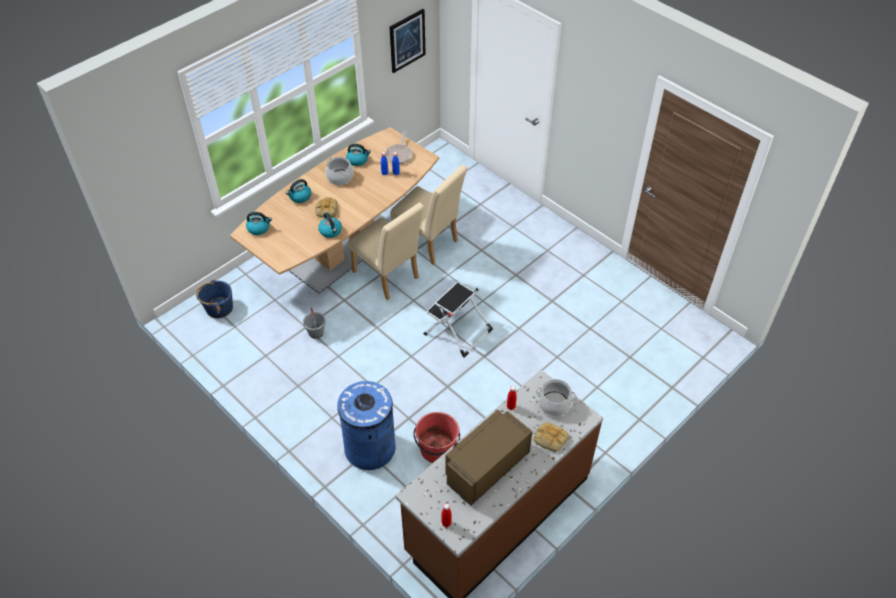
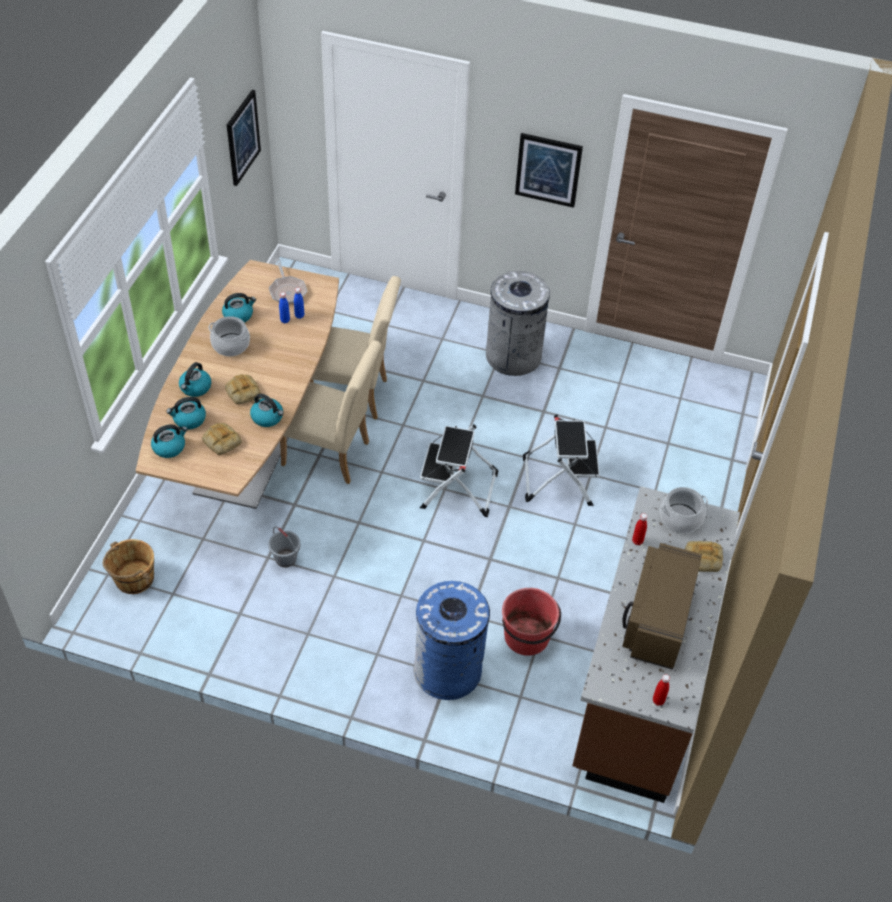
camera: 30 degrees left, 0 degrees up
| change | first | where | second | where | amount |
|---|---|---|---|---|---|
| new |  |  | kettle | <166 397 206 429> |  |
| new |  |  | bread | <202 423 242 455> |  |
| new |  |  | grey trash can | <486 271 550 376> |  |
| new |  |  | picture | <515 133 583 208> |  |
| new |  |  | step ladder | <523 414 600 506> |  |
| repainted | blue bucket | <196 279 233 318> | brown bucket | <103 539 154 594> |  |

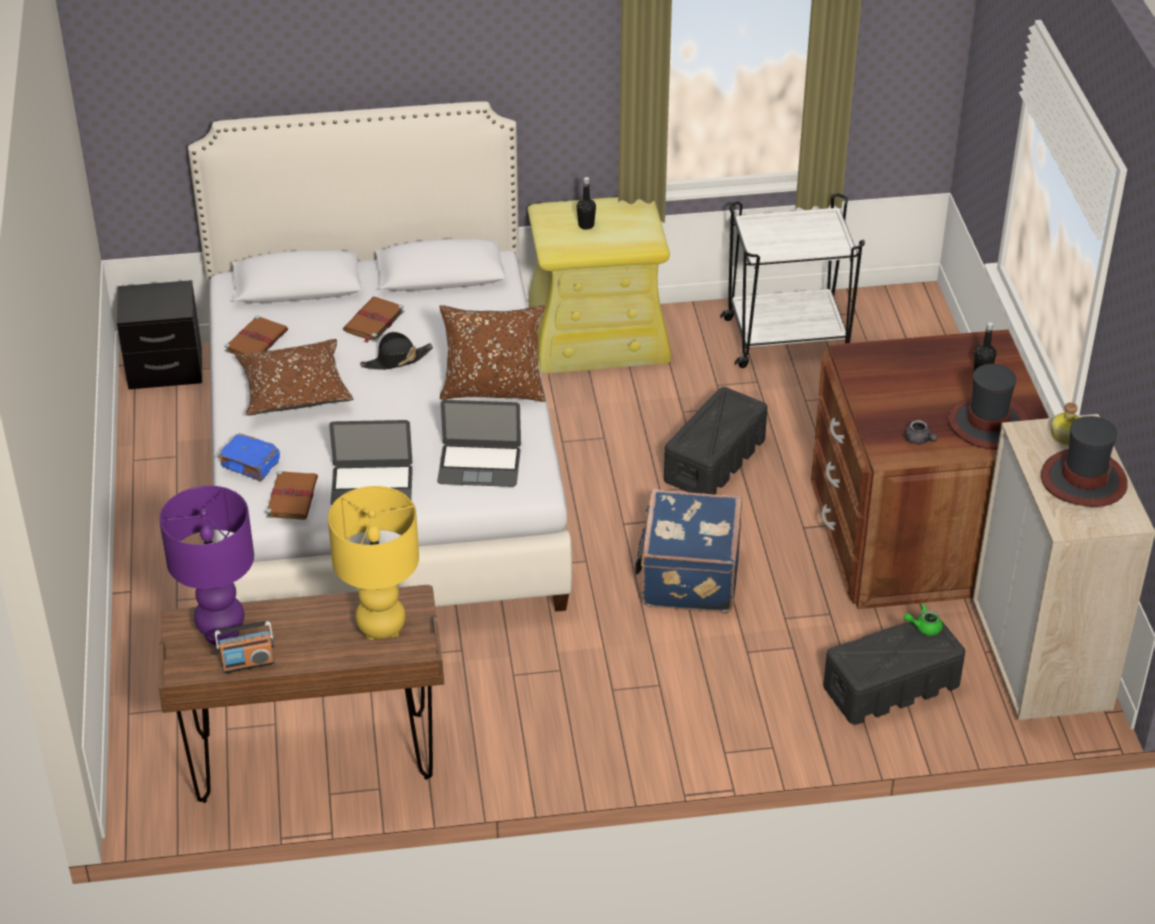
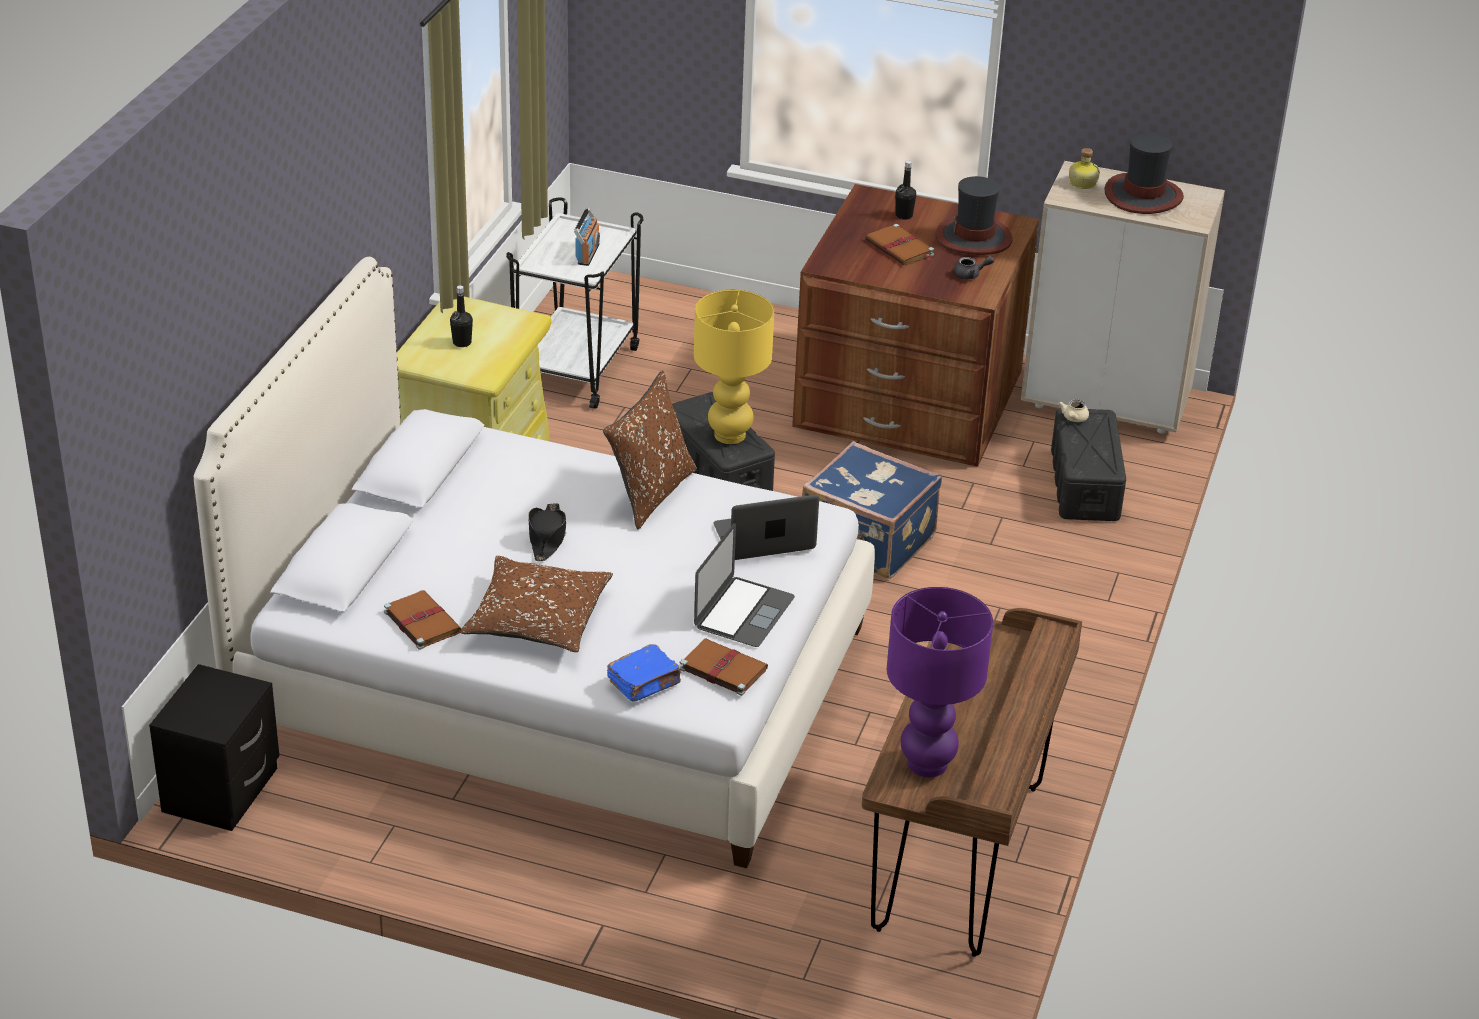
camera: 65 degrees left, 5 degrees down
| change | first | where | second | where | amount |
|---|---|---|---|---|---|
| shifted | radio | <215 621 275 673> |  | <574 208 600 266> |  |
| shifted | yellow table lamp | <328 486 419 640> |  | <694 289 774 444> |  |
| shifted | brown book | <343 297 404 343> |  | <865 224 934 265> |  |
| repainted | green teapot | <903 604 943 636> | beige teapot | <1059 399 1089 422> |  |
| rotated | laptop | <437 400 521 487> |  | <713 495 819 560> | 135 degrees counterclockwise |

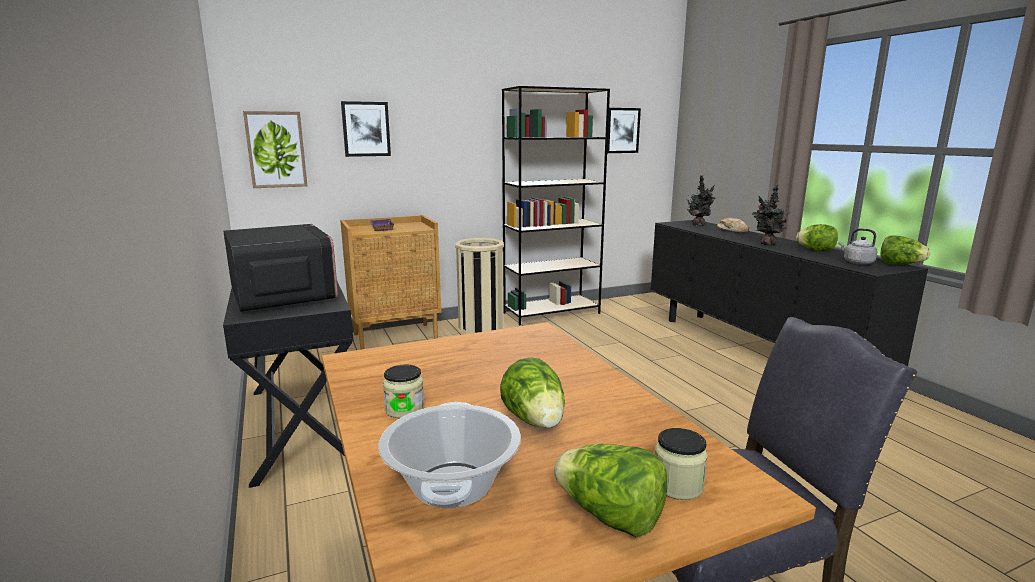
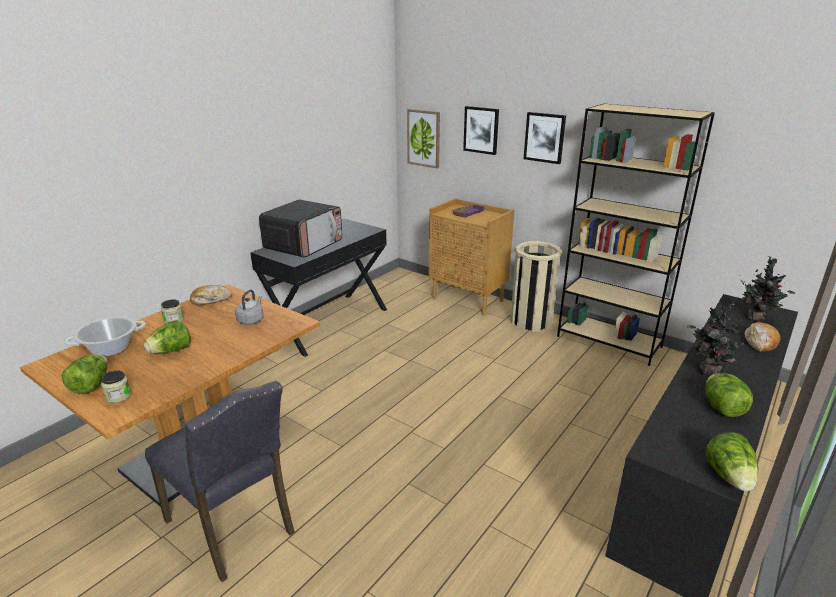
camera: 60 degrees right, 10 degrees up
| change | first | where | second | where | amount |
|---|---|---|---|---|---|
| new |  |  | bread | <190 285 232 305> |  |
| shifted | picture | <607 108 641 153> |  | <524 112 566 164> |  |
| shifted | grey kettle | <839 228 878 265> |  | <235 290 263 325> |  |

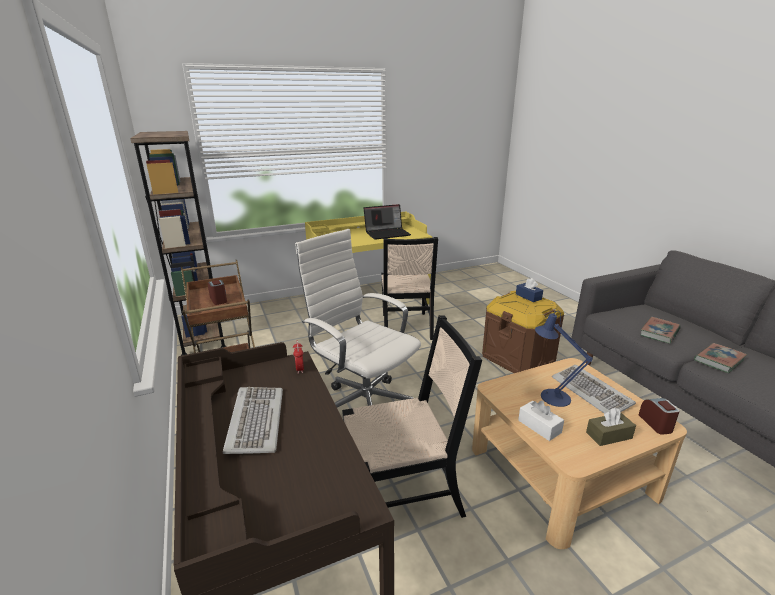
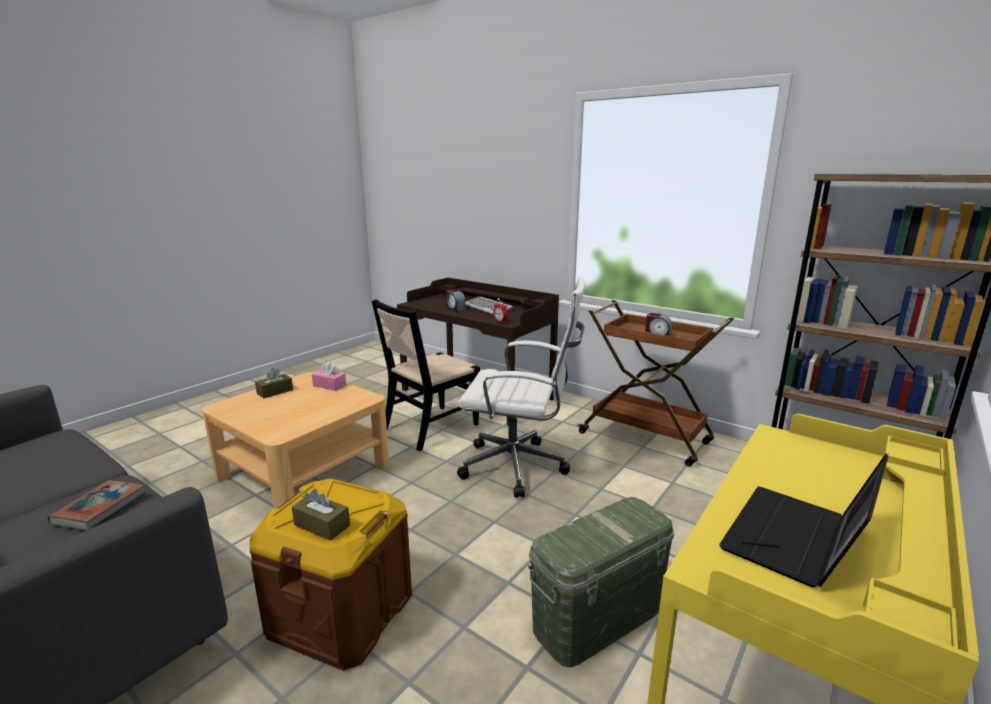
camera: 150 degrees right, 5 degrees down
| change | first | where | second | where | amount |
|---|---|---|---|---|---|
| gone | blue table lamp | <535 311 593 407> |  |  |  |
| gone | keyboard | <552 365 636 413> |  |  |  |
| gone | book | <694 343 747 373> |  |  |  |
| shifted | alarm clock | <639 398 680 435> |  | <446 289 465 311> |  |
| swapped | chair | <381 237 438 340> | green storage box | <528 497 674 668> |  |
| repainted | blue tissue box | <516 278 543 302> | brown tissue box | <292 489 350 541> |  |
| repainted | white tissue box | <518 400 564 441> | pink tissue box | <312 362 346 391> |  |

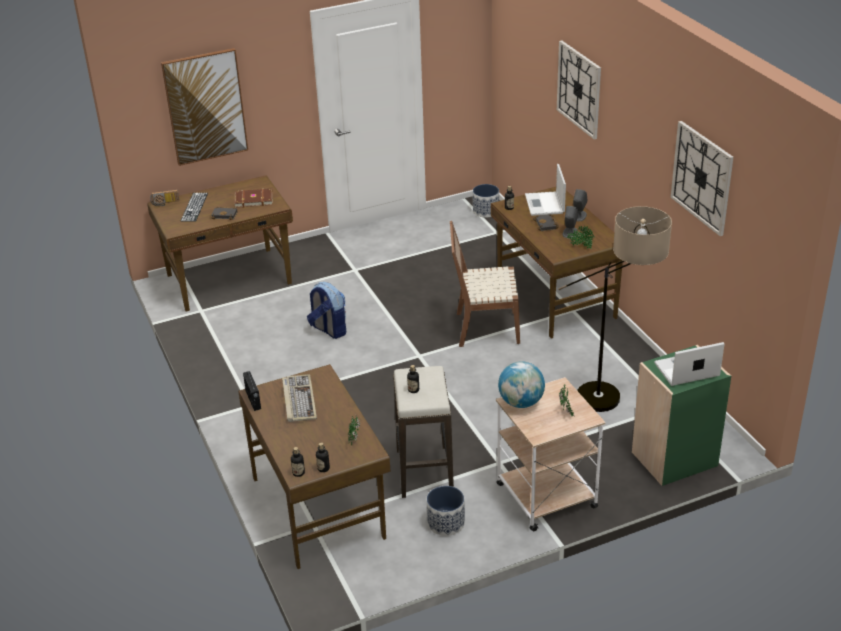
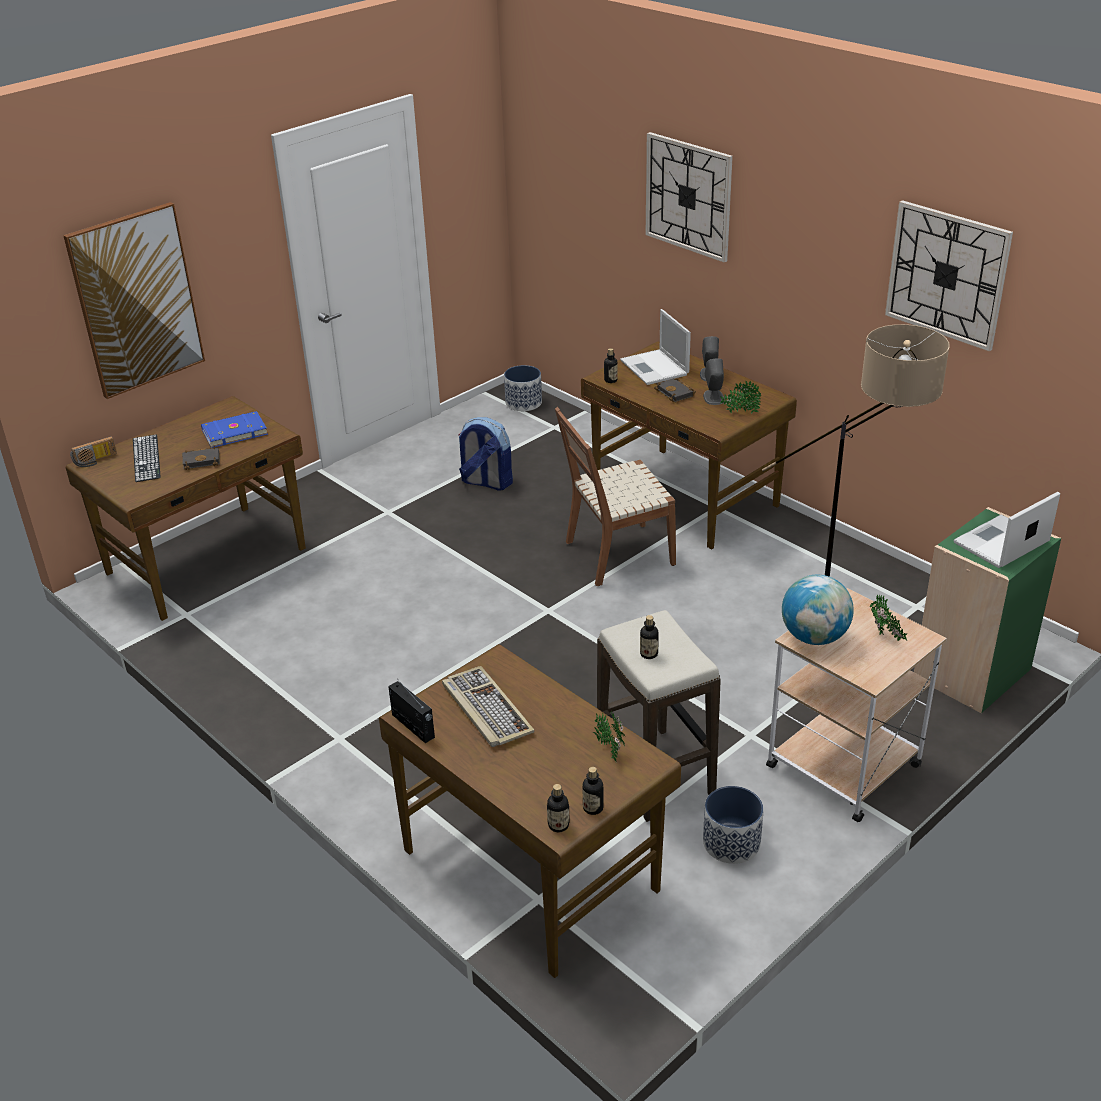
camera: 20 degrees left, 0 degrees up
| change | first | where | second | where | amount |
|---|---|---|---|---|---|
| shifted | backpack | <307 282 346 339> |  | <458 417 513 491> |  |
| repainted | brown book | <234 188 273 208> | blue book | <201 411 268 448> |  |

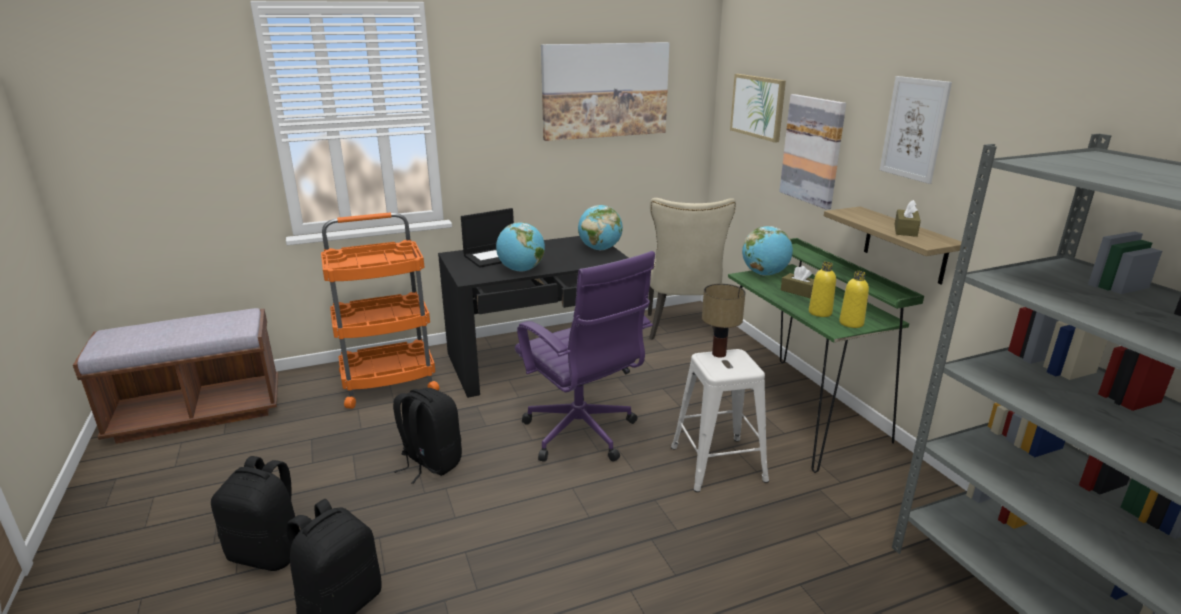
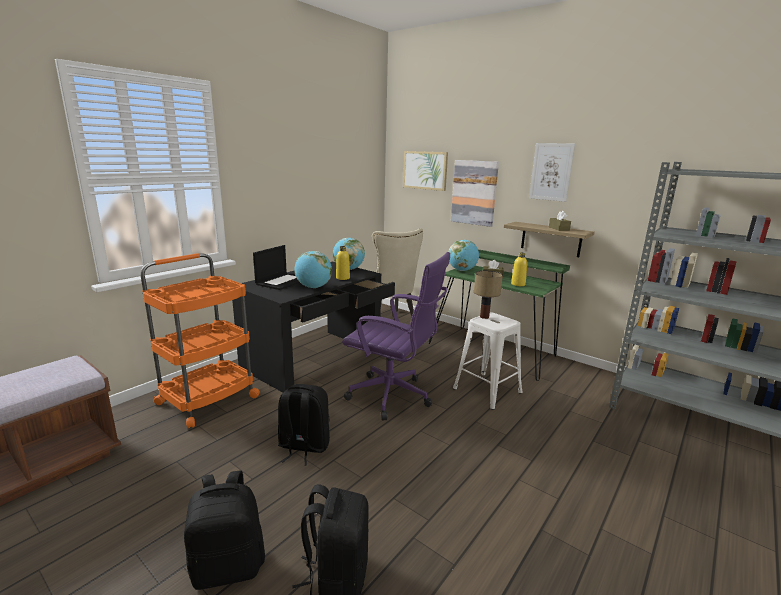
camera: 30 degrees left, 5 degrees down
| change | first | where | second | where | amount |
|---|---|---|---|---|---|
| gone | picture | <541 42 670 141> |  |  |  |
| shifted | yellow bottle | <839 271 869 328> |  | <336 246 350 280> |  |

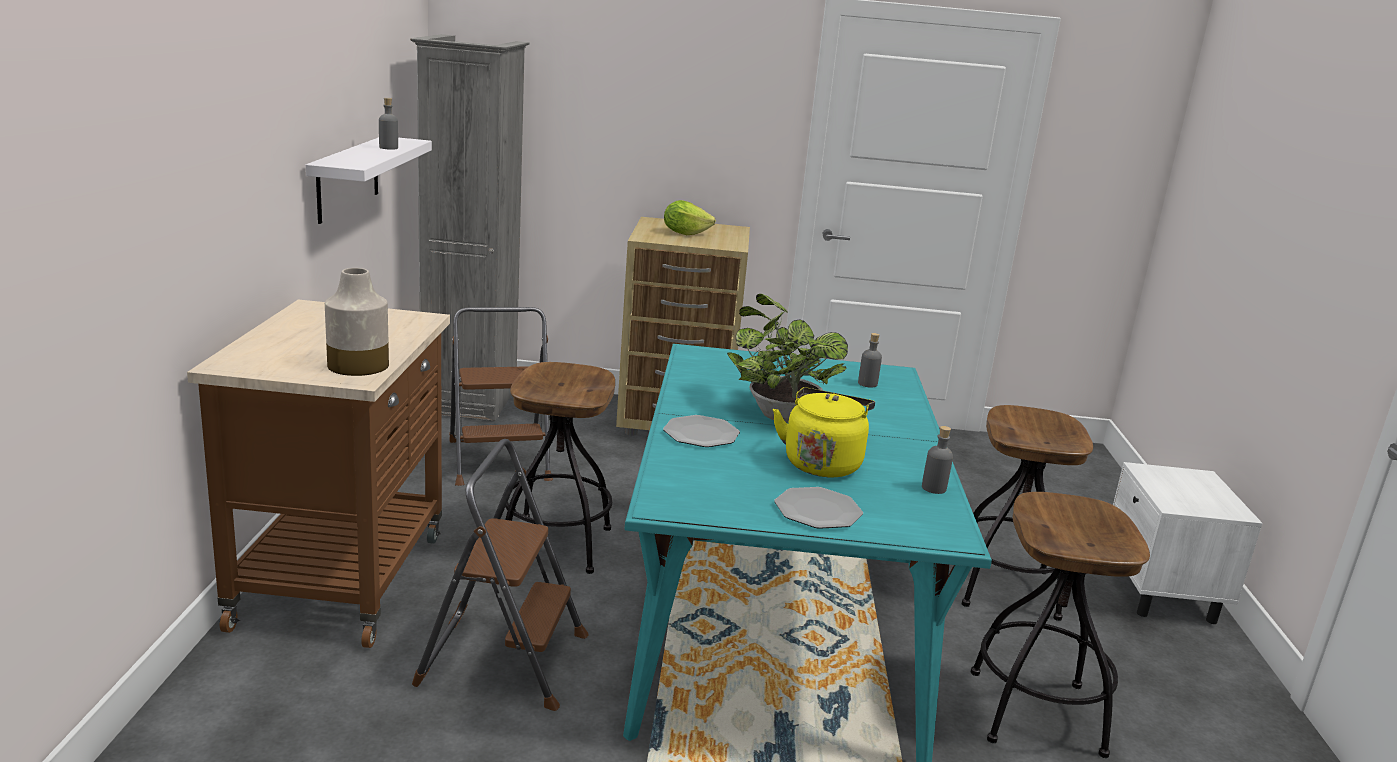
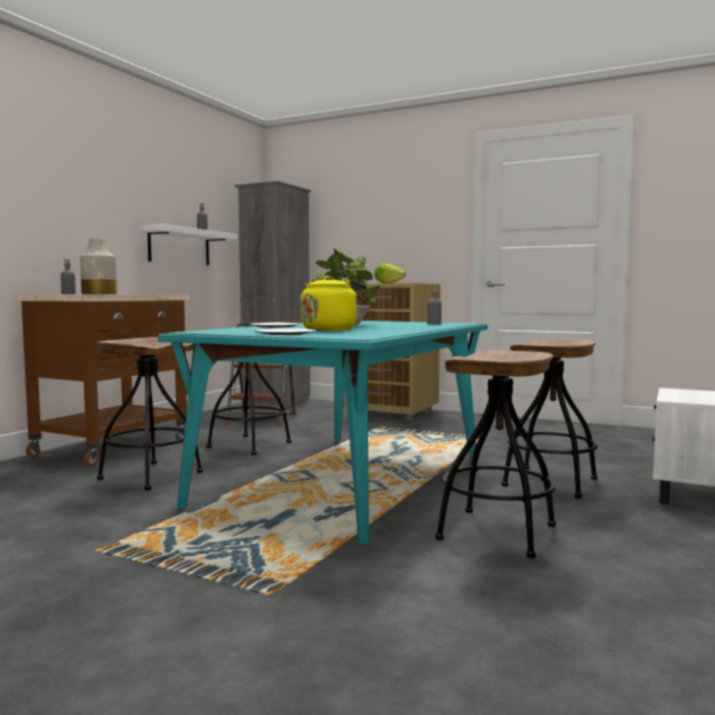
camera: 25 degrees right, 15 degrees down
| change | first | where | second | where | amount |
|---|---|---|---|---|---|
| shifted | grey bottle | <922 426 953 494> |  | <61 259 76 294> |  |
| swapped | brown step ladder | <412 439 589 711> | brown stool | <97 337 203 491> |  |

